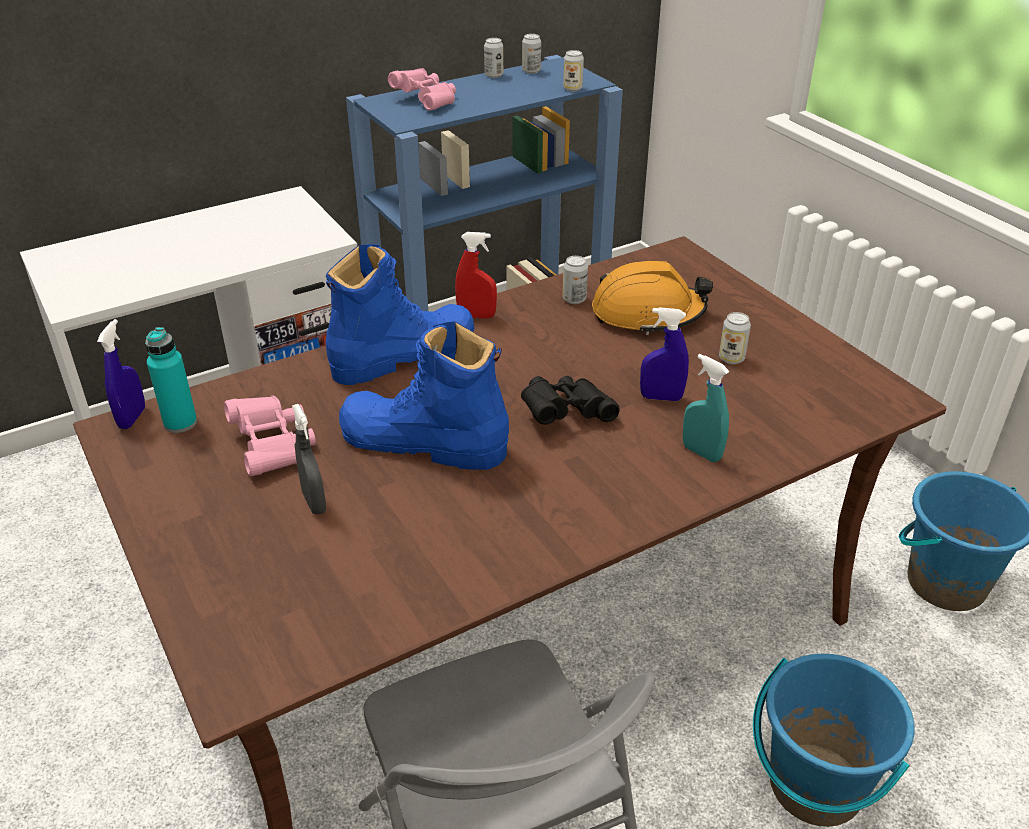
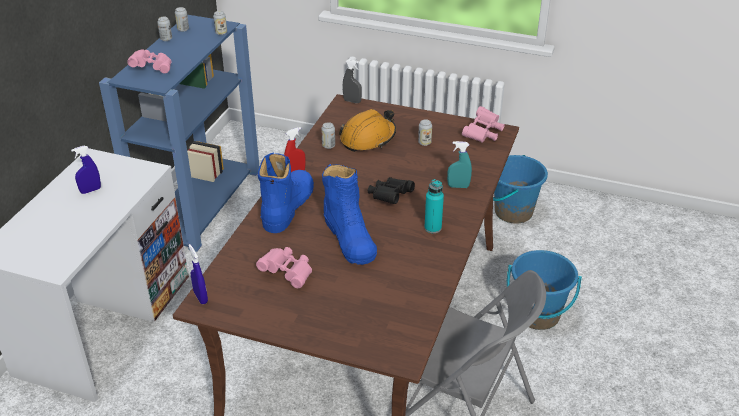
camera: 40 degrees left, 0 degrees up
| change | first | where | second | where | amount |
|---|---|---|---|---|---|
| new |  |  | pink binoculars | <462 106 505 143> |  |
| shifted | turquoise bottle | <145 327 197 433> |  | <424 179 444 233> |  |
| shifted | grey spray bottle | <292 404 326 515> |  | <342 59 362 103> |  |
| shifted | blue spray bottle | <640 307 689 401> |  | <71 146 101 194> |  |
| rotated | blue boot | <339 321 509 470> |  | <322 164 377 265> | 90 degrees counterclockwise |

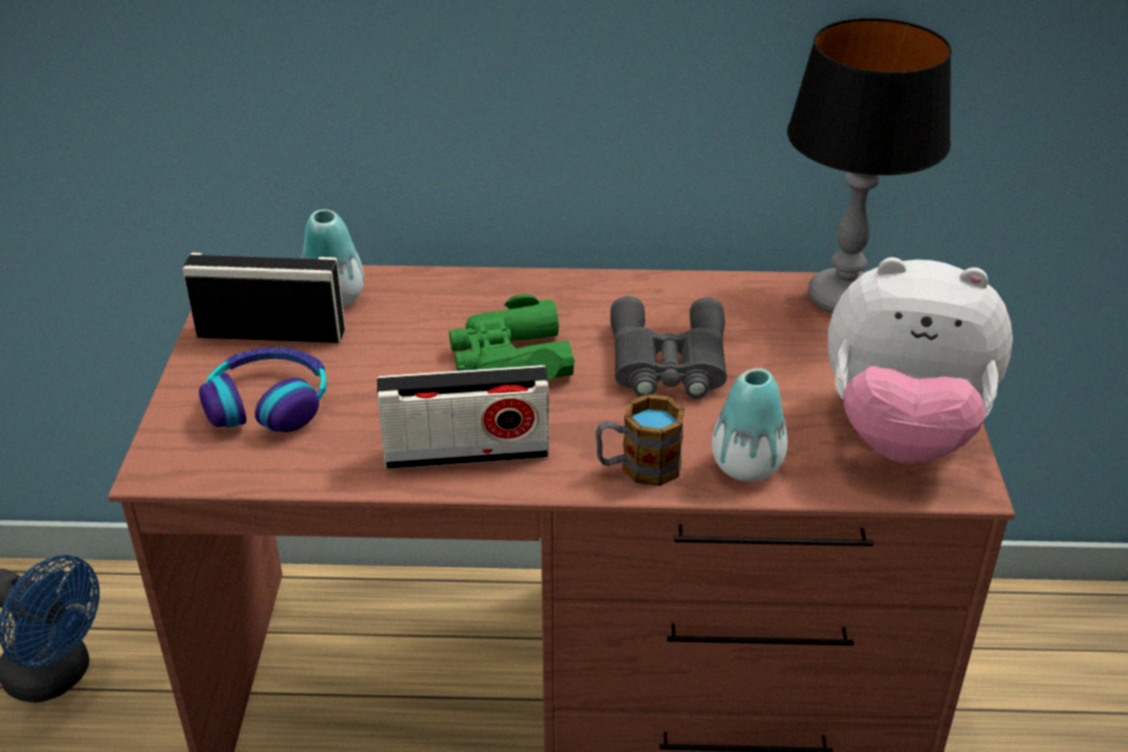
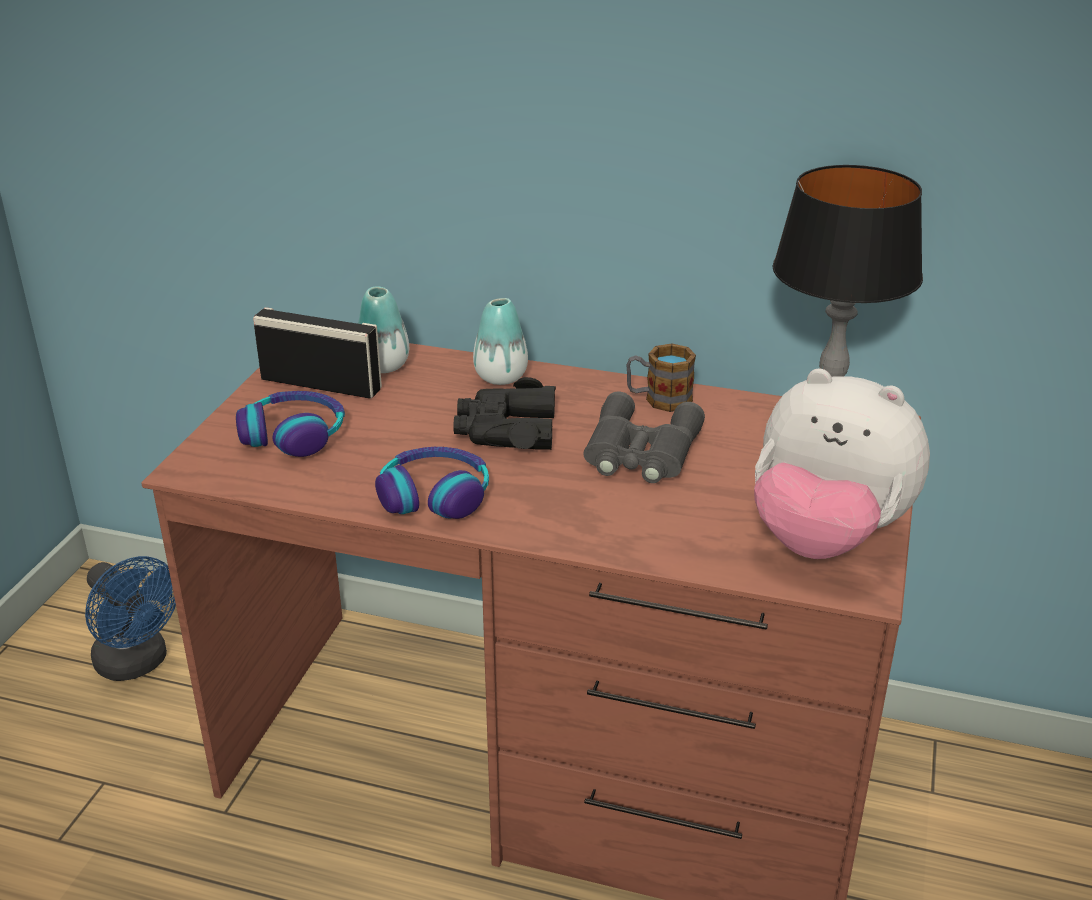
camera: 15 degrees right, 5 degrees down
| change | first | where | second | where | amount |
|---|---|---|---|---|---|
| shifted | mug | <596 394 685 486> |  | <626 343 696 412> |  |
| shifted | vase | <712 368 787 482> |  | <473 298 528 385> |  |
| swapped | radio | <377 365 549 469> | headphones | <375 447 489 519> |  |
| repainted | green binoculars | <449 294 575 381> | black binoculars | <453 377 556 450> |  |

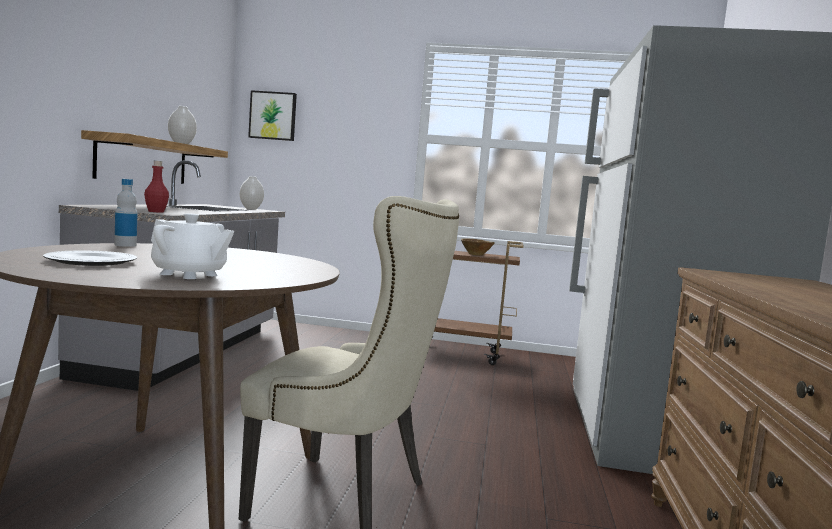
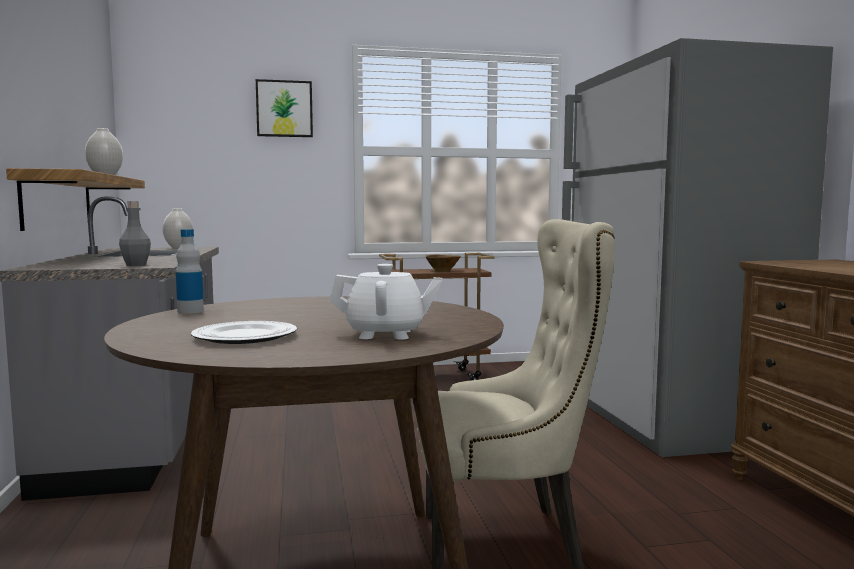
camera: 20 degrees left, 0 degrees up
| change | first | where | second | where | amount |
|---|---|---|---|---|---|
| shifted | picture | <248 90 297 141> |  | <256 79 313 137> |  |
| repainted | red bottle | <144 161 169 213> | grey bottle | <119 201 151 266> |  |

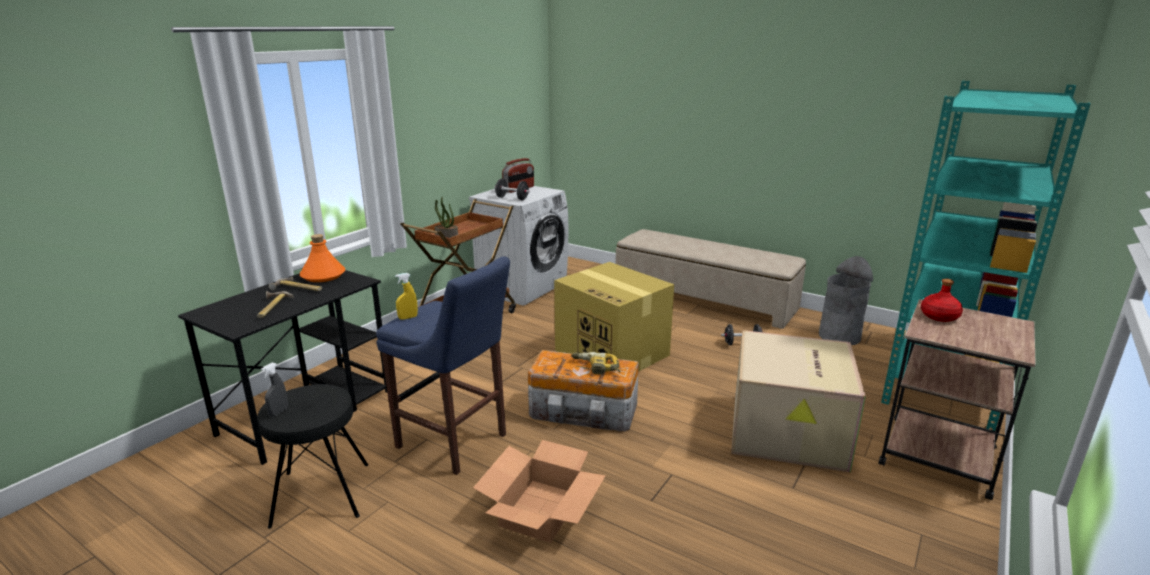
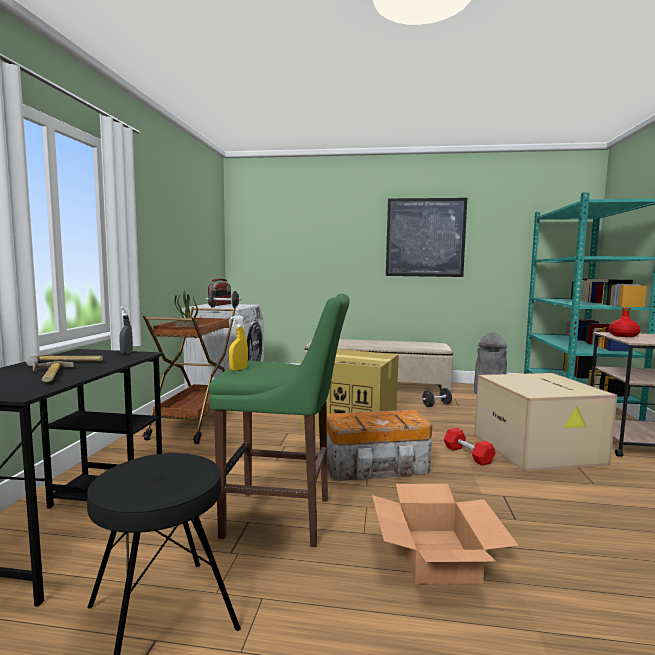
camera: 25 degrees left, 15 degrees down
| change | first | where | second | where | amount |
|---|---|---|---|---|---|
| gone | orange bottle | <300 234 345 282> |  |  |  |
| gone | power drill | <571 352 620 374> |  |  |  |
| new |  |  | picture | <386 198 467 277> |  |
| new |  |  | red dumbbell | <444 428 496 466> |  |
| shifted | grey spray bottle | <261 363 288 416> |  | <119 306 133 354> |  |
| repainted | blue stool | <376 256 510 475> | green stool | <209 294 350 547> |  |

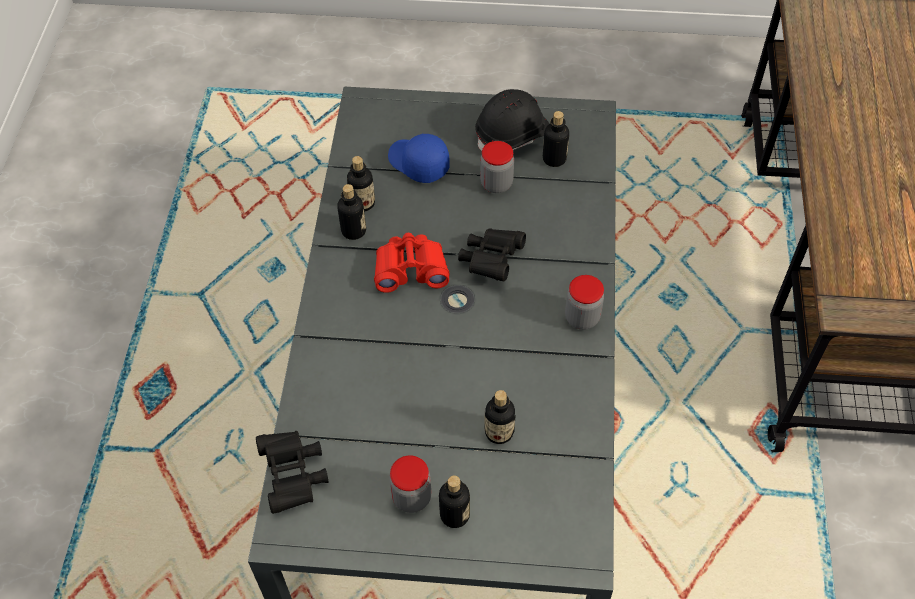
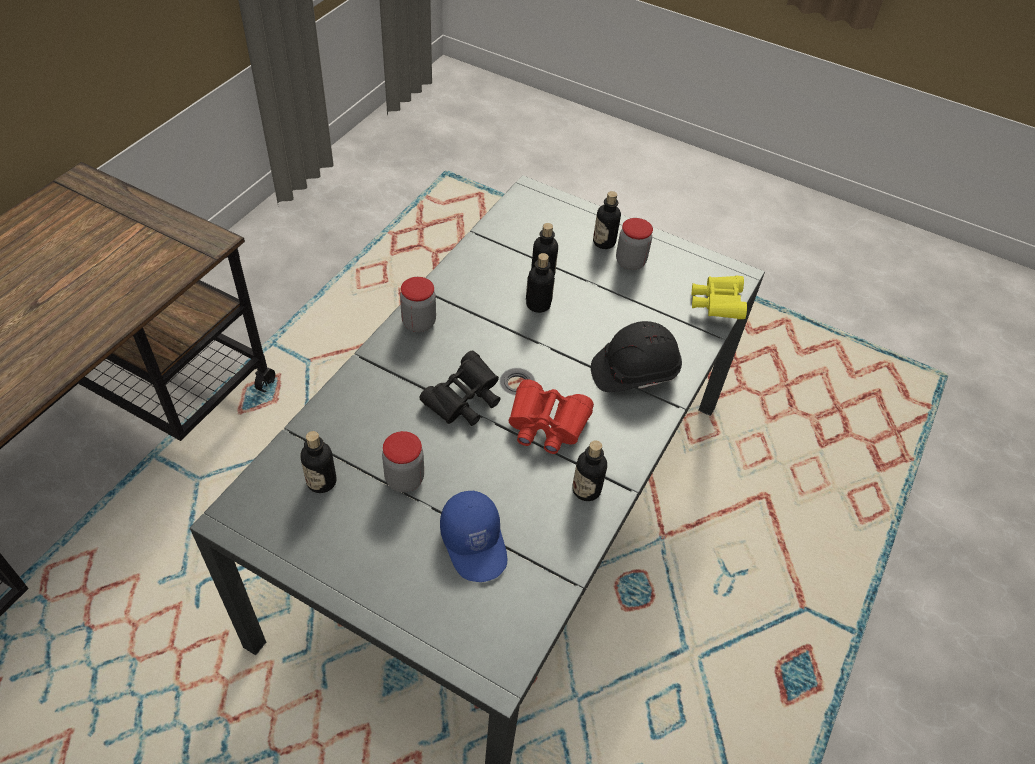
camera: 160 degrees left, 5 degrees down
| change | first | where | second | where | amount |
|---|---|---|---|---|---|
| shifted | bottle | <347 156 375 212> |  | <526 253 555 313> |  |
| shifted | black hard hat | <475 89 550 151> |  | <591 321 682 392> |  |
| repainted | black binoculars | <256 431 328 514> | yellow binoculars | <692 276 747 319> |  |

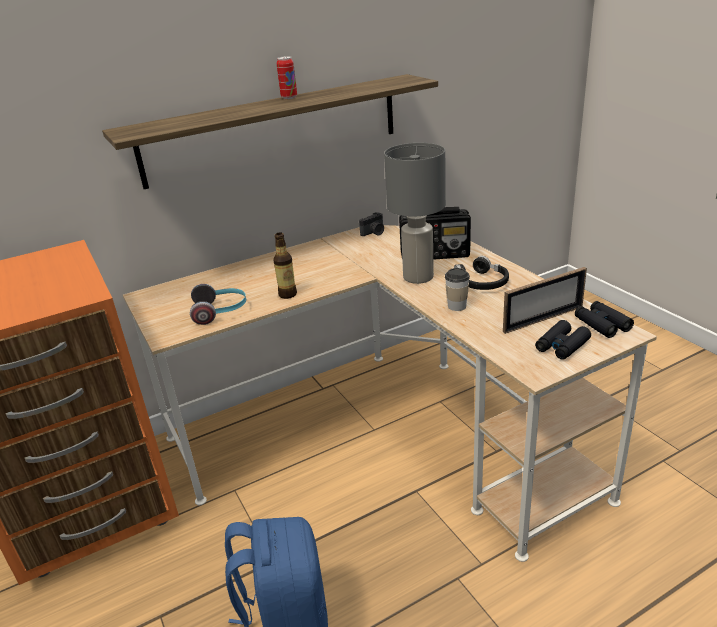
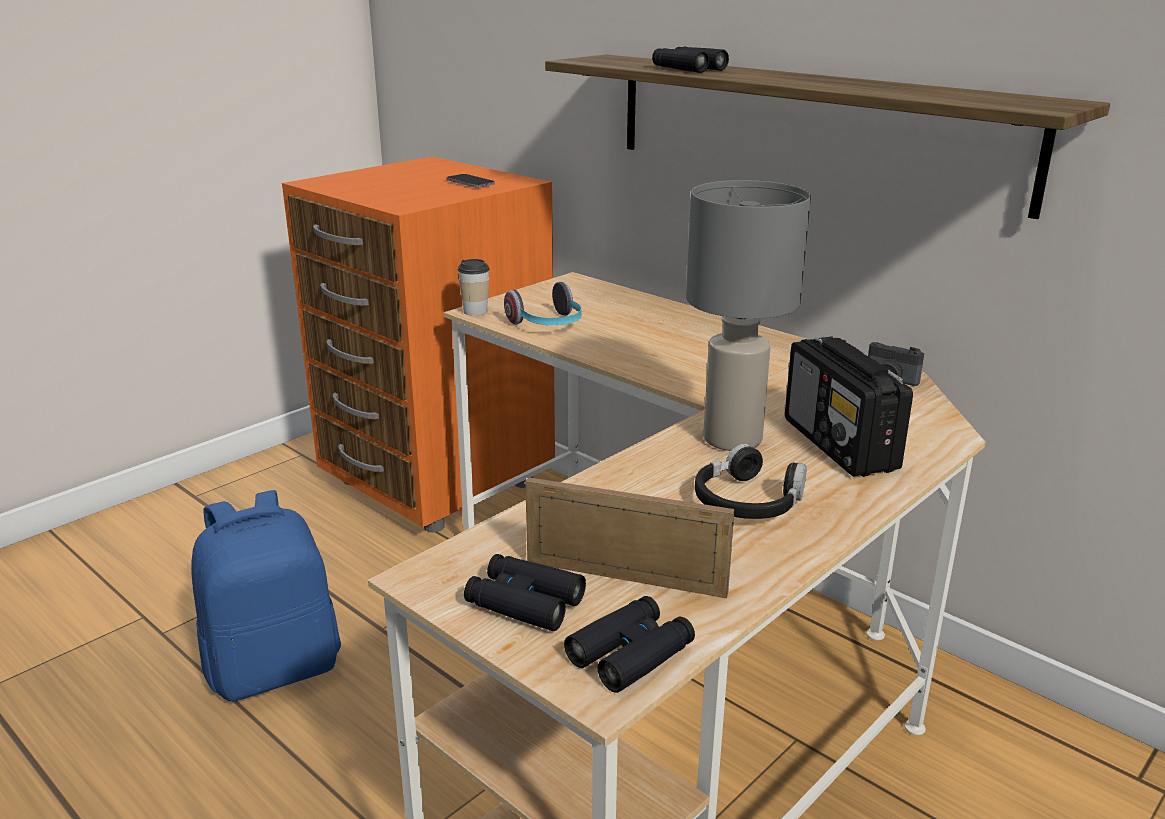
camera: 70 degrees right, 5 degrees down
| change | first | where | second | where | amount |
|---|---|---|---|---|---|
| gone | bottle | <273 233 297 299> |  |  |  |
| gone | can | <277 56 297 99> |  |  |  |
| new |  |  | phone | <446 174 495 188> |  |
| new |  |  | black binoculars | <652 47 729 73> |  |
| shifted | cup | <445 268 470 311> |  | <458 259 490 316> |  |
| rotated | picture frame | <503 267 587 334> |  | <525 477 734 598> | 150 degrees clockwise |

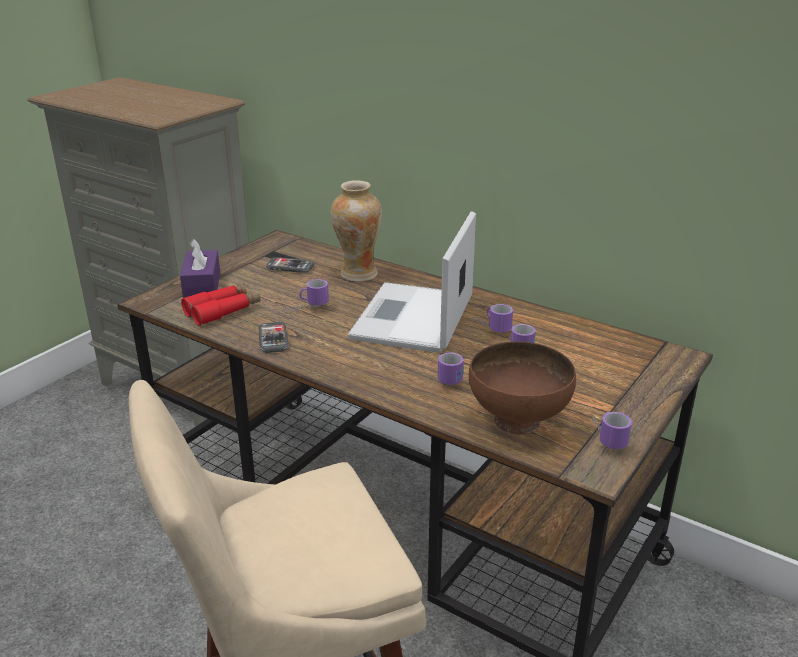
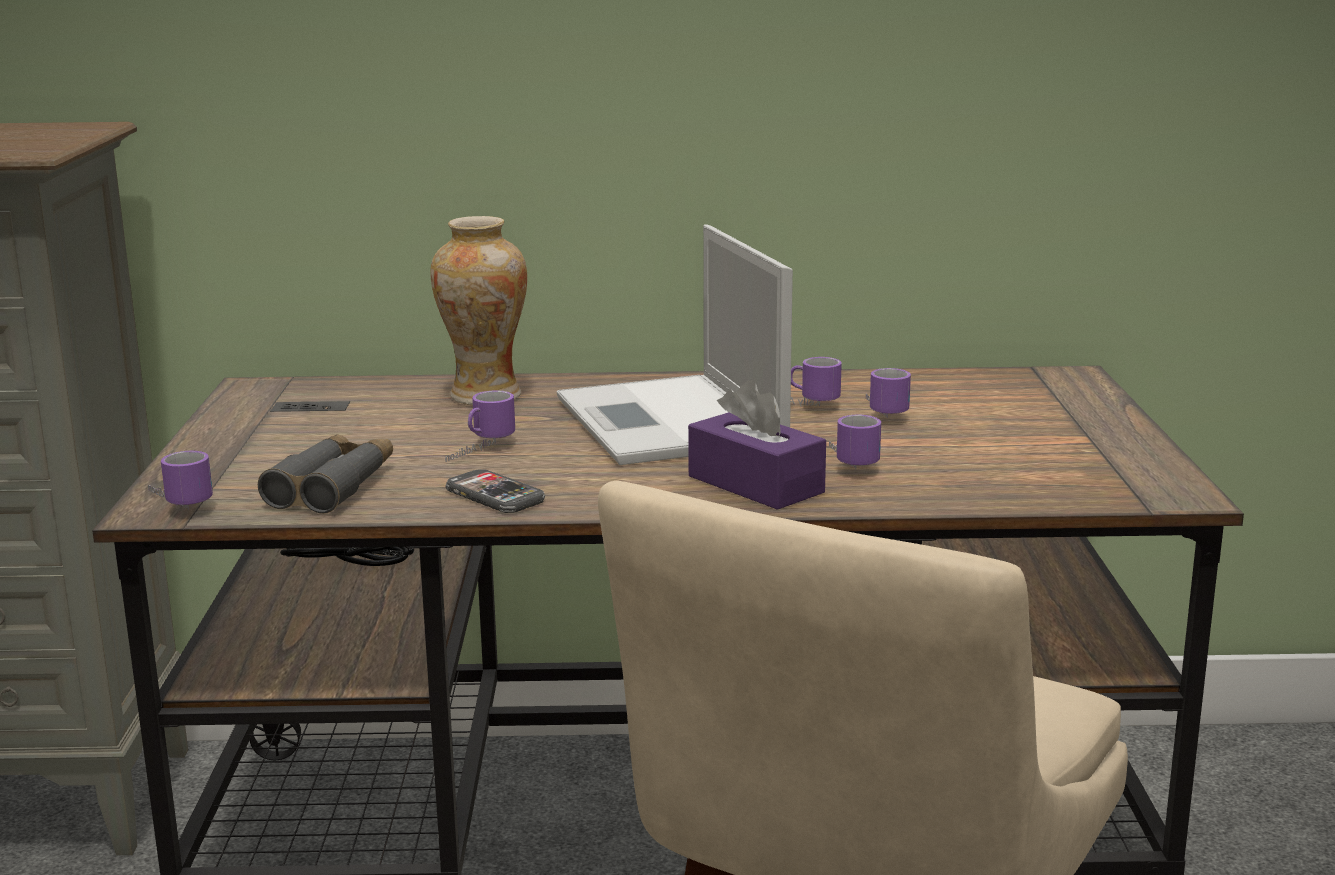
camera: 35 degrees left, 10 degrees down
| change | first | where | second | where | amount |
|---|---|---|---|---|---|
| gone | phone | <266 257 314 273> |  |  |  |
| gone | brown bowl | <469 341 576 434> |  |  |  |
| shifted | purple tissue box | <180 239 220 297> |  | <688 380 826 510> |  |
| shifted | mug | <592 412 632 449> |  | <148 451 213 509> |  |
| repainted | red binoculars | <181 284 261 326> | grey binoculars | <258 434 393 514> |  |

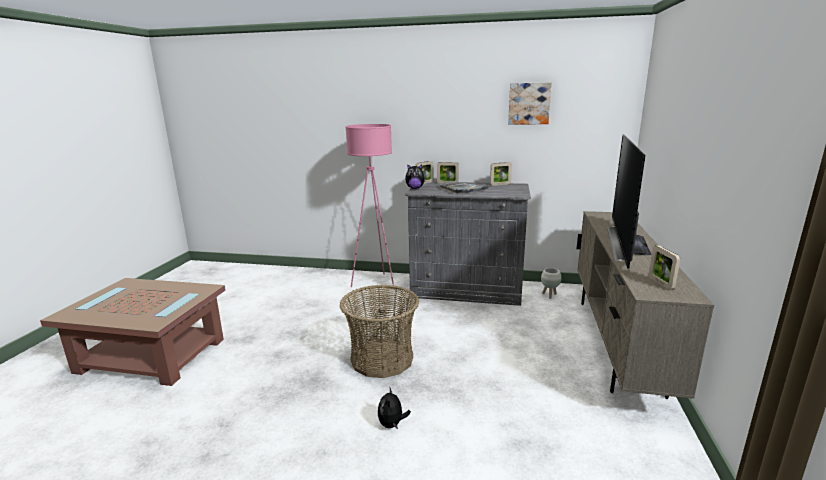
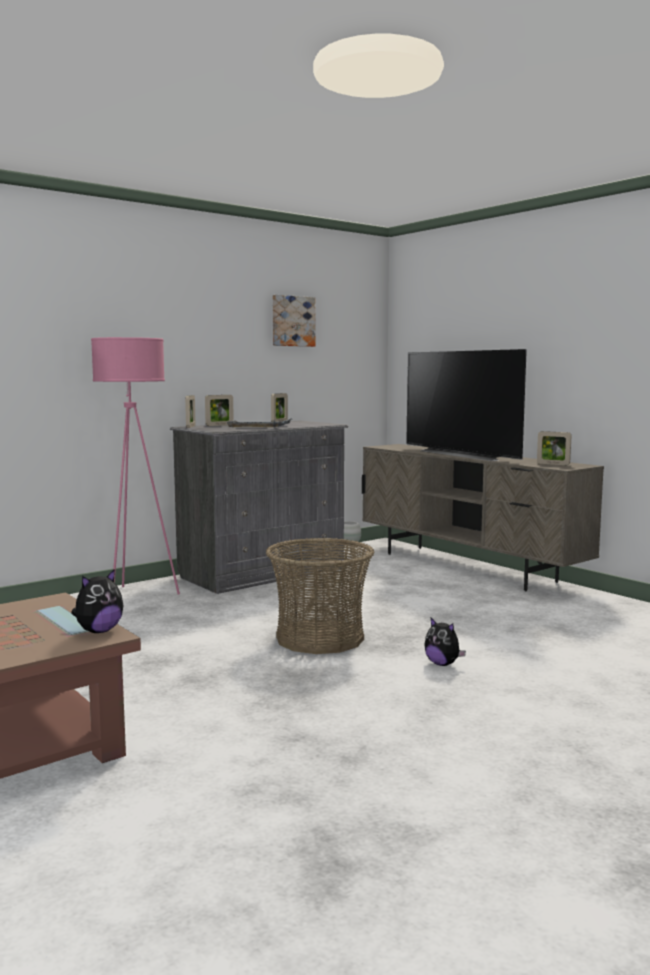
camera: 50 degrees left, 10 degrees down
| change | first | where | second | where | amount |
|---|---|---|---|---|---|
| shifted | plush toy | <405 164 426 189> |  | <71 569 124 633> |  |

